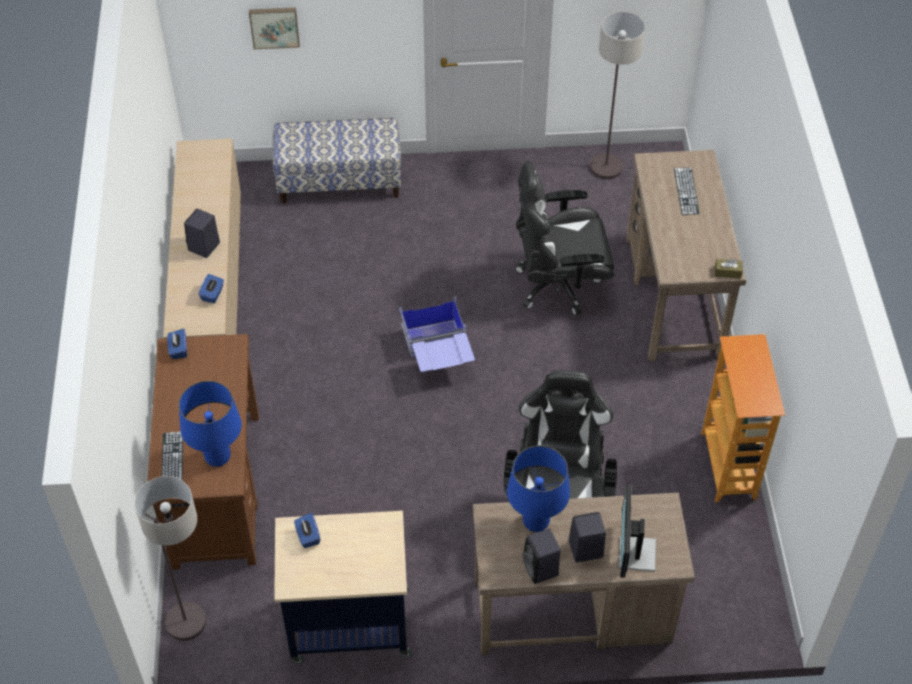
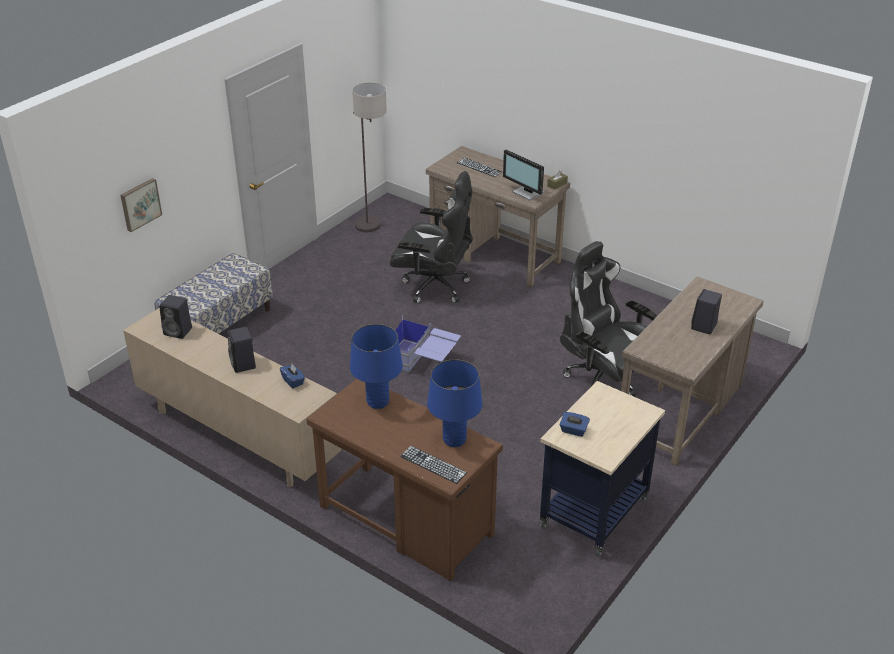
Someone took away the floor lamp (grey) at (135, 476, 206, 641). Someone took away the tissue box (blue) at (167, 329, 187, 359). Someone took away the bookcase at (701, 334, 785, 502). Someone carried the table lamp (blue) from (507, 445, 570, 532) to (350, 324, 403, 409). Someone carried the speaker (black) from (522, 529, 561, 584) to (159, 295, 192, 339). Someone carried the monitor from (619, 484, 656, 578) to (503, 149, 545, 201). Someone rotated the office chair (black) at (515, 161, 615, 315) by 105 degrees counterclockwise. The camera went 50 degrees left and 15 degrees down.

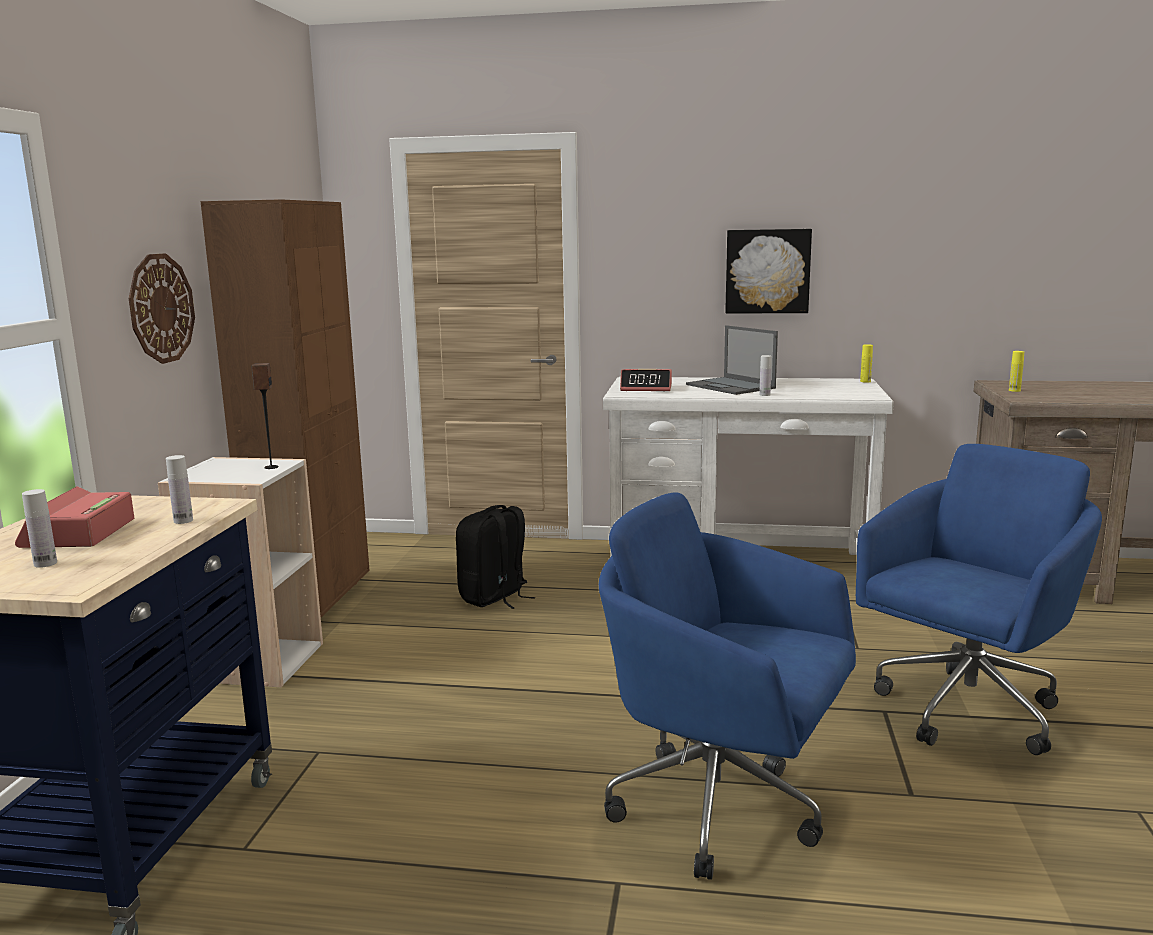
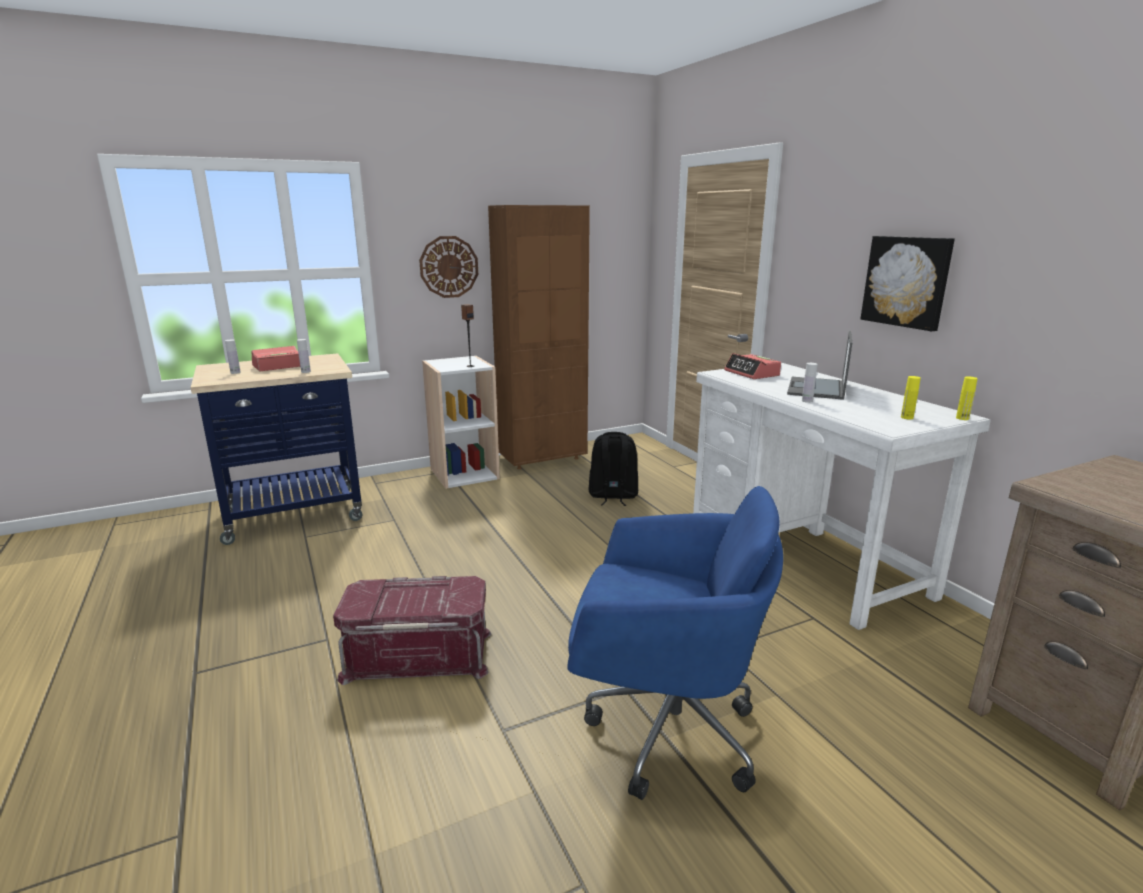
Someone carried the bottle (yellow) from (1009, 351, 1024, 392) to (901, 376, 921, 419). Someone swapped the office chair (blue) at (599, 492, 856, 880) for the storage box (red) at (333, 576, 491, 685). The camera went 55 degrees right and 5 degrees up.

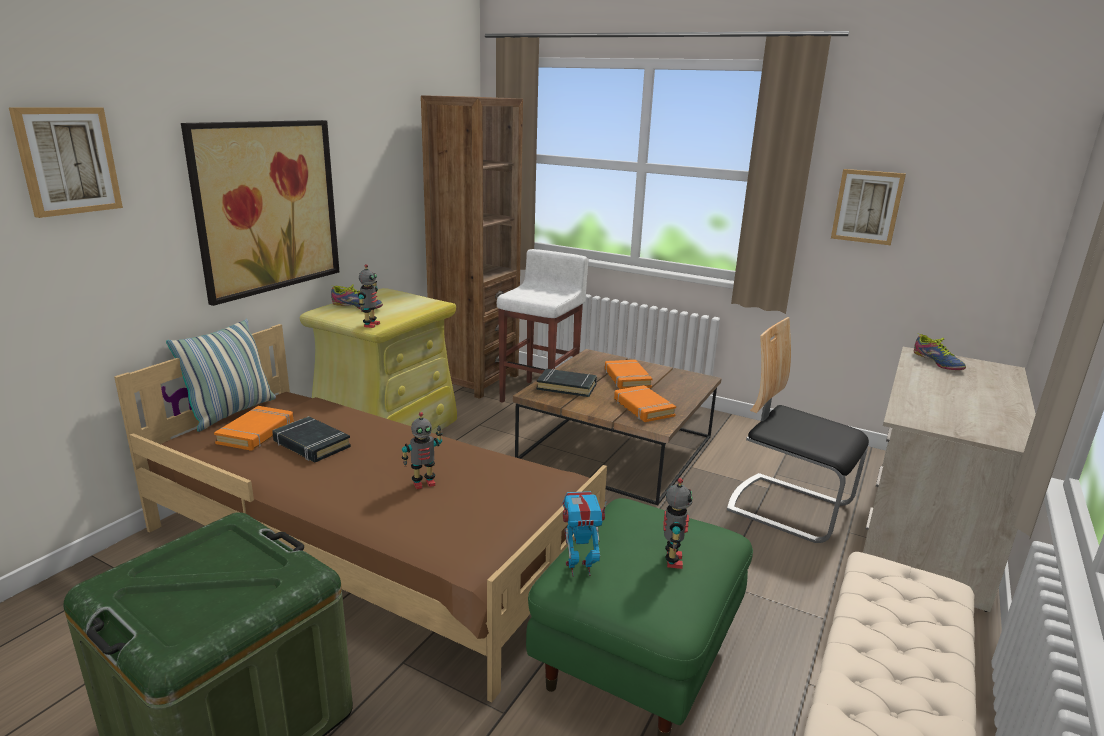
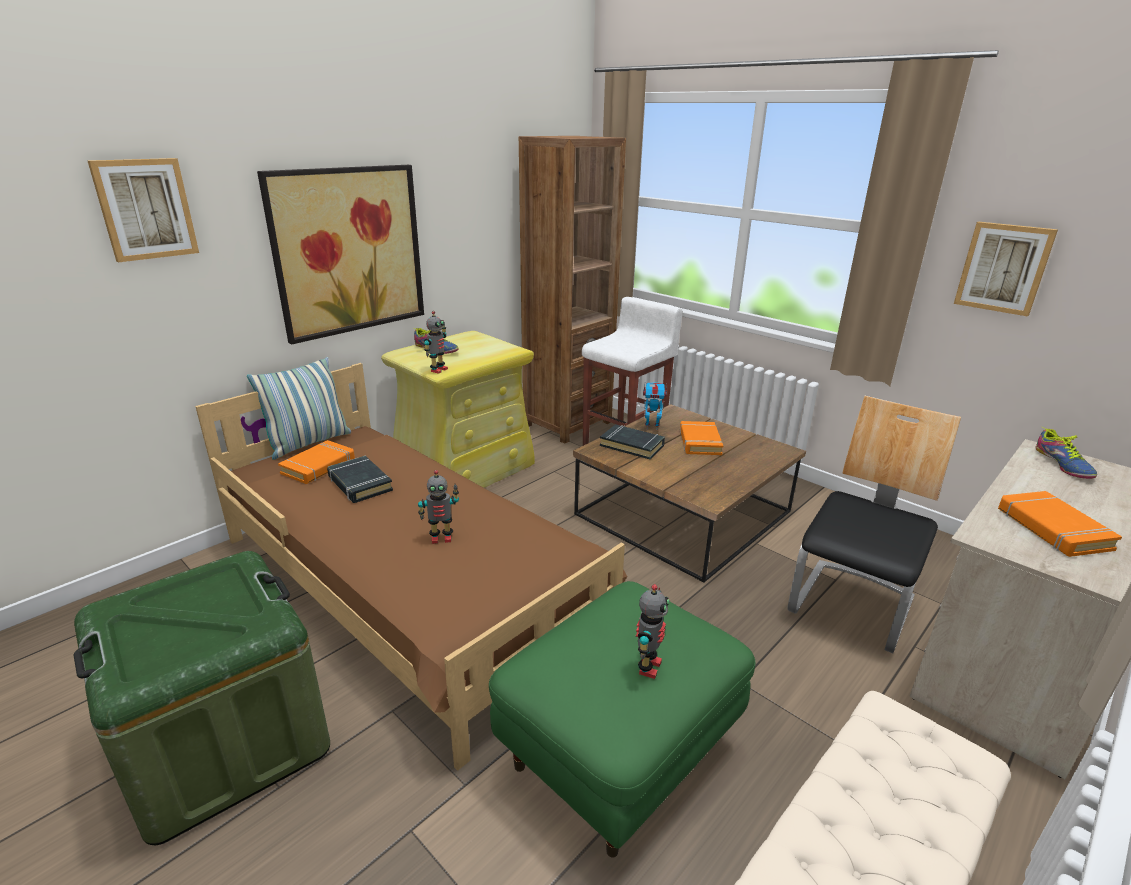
Someone carried the toy robot from (562, 491, 607, 577) to (643, 382, 667, 428). Someone carried the book (orange) from (614, 385, 676, 422) to (998, 491, 1122, 557). Someone rotated the chair at (727, 317, 869, 543) by 75 degrees clockwise. The camera went 15 degrees right and 5 degrees up.

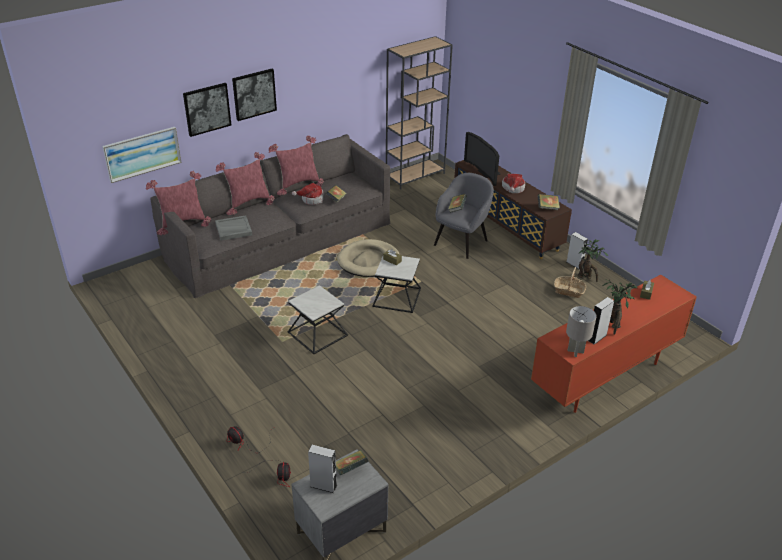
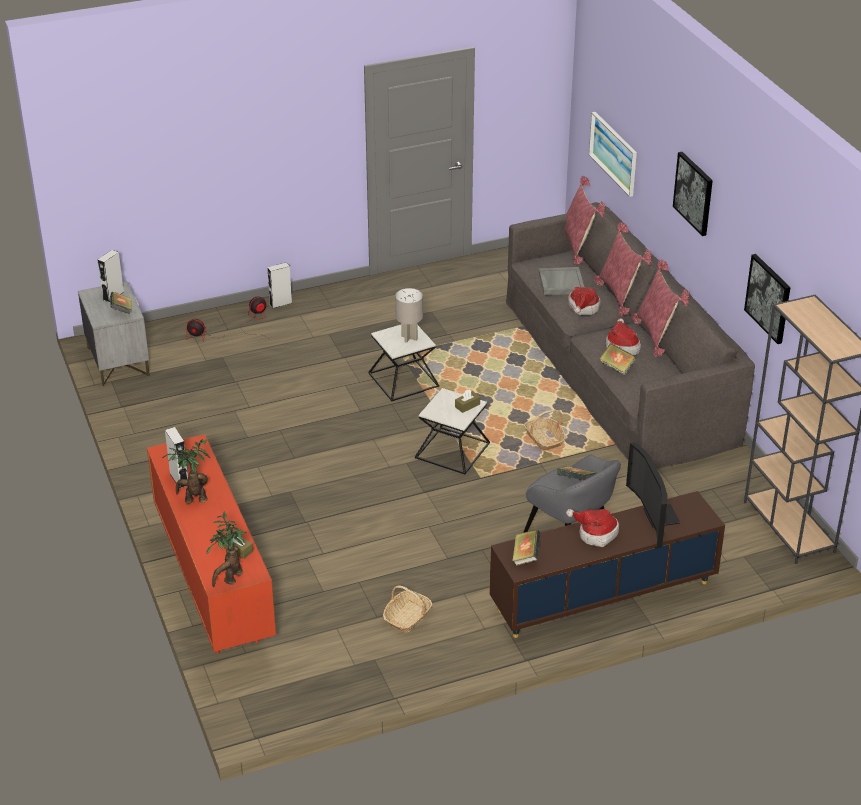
Someone put down the hat at (568, 287, 601, 315). Someone carried the picture from (183, 83, 231, 137) to (744, 254, 791, 344). Someone carried the table lamp (grey) from (566, 306, 597, 357) to (395, 288, 423, 343). Someone carried the speaker (grey) from (567, 232, 588, 269) to (267, 262, 292, 308). Someone carried the potted plant from (578, 239, 608, 282) to (206, 511, 247, 587). Someone swapped the dog bed (beige) at (337, 239, 400, 277) for the basket at (524, 410, 566, 451). Someone rotated the television at (464, 132, 500, 186) by 90 degrees counterclockwise. The camera went 105 degrees right and 0 degrees up.

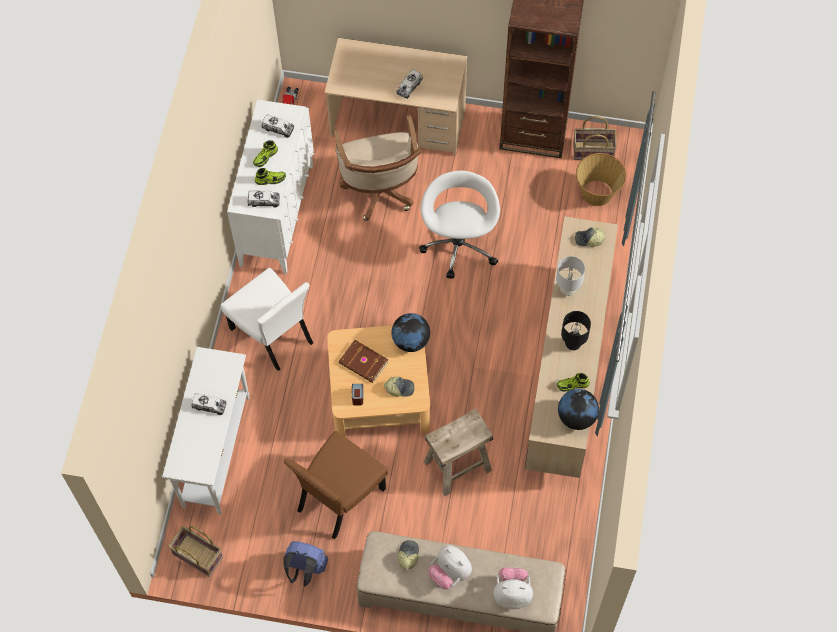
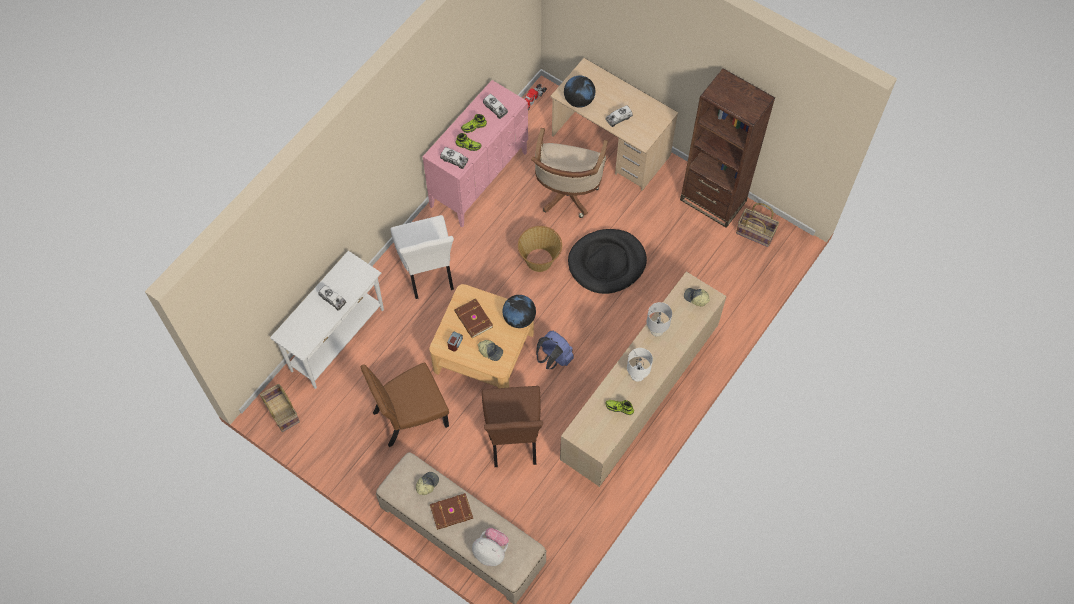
Someone carried the backpack (blue) from (283, 541, 328, 586) to (536, 331, 574, 369). Someone carried the globe from (558, 389, 599, 430) to (564, 75, 595, 108). Someone carried the basket from (576, 153, 626, 206) to (518, 226, 562, 272). Someone swapped the office chair (white) at (419, 171, 500, 279) for the dog bed (black) at (568, 229, 647, 294). Someone swapped the stool (beige) at (424, 408, 493, 496) for the chair (brown) at (482, 386, 543, 467). Someone swapped the plush toy at (429, 545, 472, 589) for the book (brown) at (430, 493, 473, 530). Someone repainted the dresser (white) at (227, 100, 314, 274), which became the dresser (pink) at (423, 80, 528, 228). Someone repainted the table lamp (black) at (561, 311, 591, 350), which became the table lamp (white) at (627, 348, 653, 382). The camera went 25 degrees right and 0 degrees up.

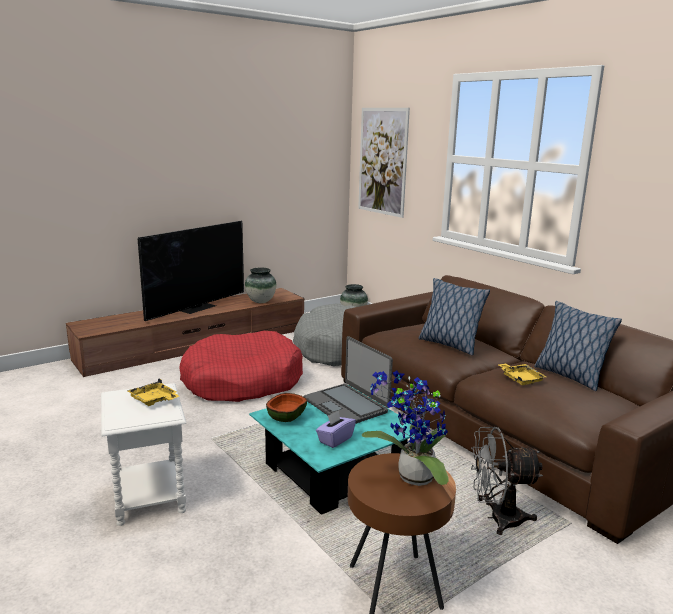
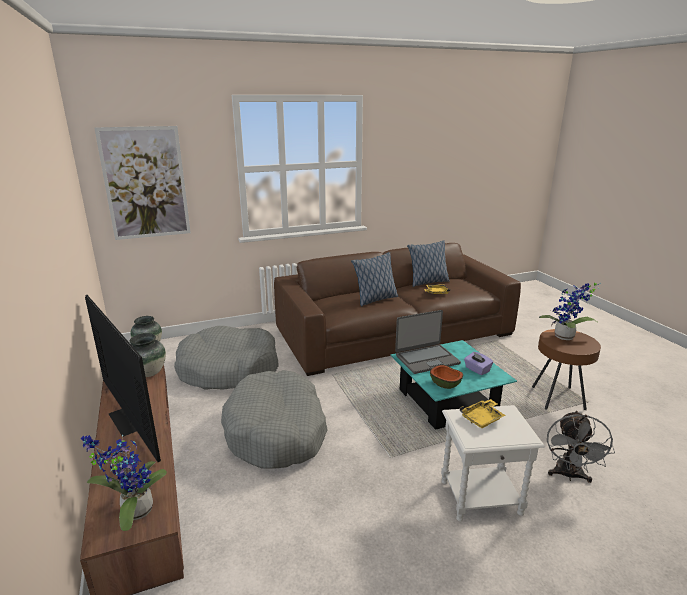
Someone put down the potted plant at (80, 434, 167, 531). Someone carried the fan (grey) from (471, 427, 543, 535) to (547, 410, 615, 483). Someone repainted the dog bed (red) at (180, 331, 303, 402), which became the dog bed (grey) at (221, 370, 328, 469). The camera went 75 degrees left and 5 degrees up.

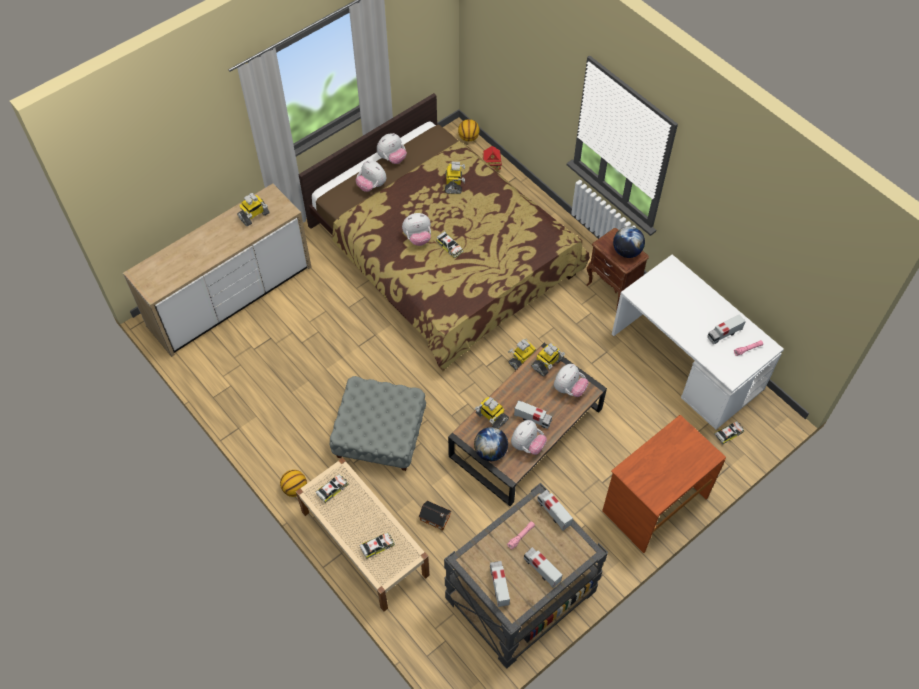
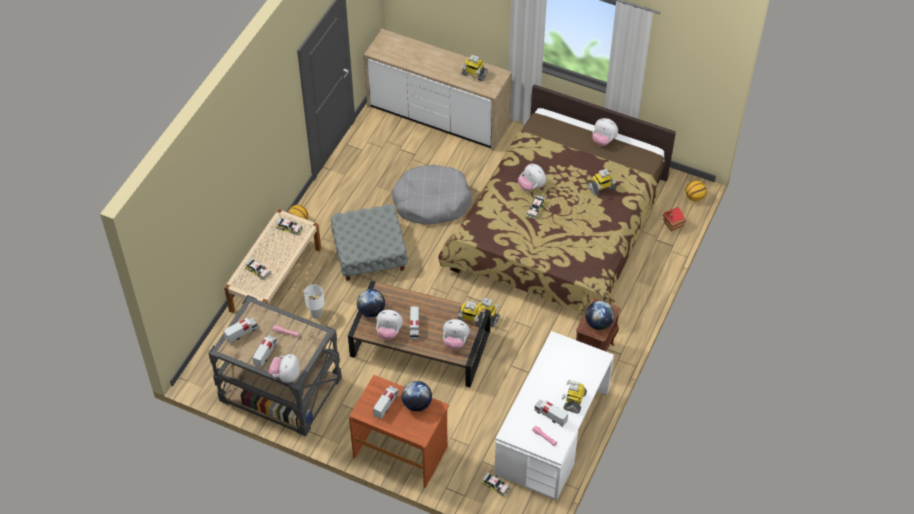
Someone put down the dog bed (grey) at (392, 165, 472, 225). Someone put down the globe at (401, 381, 432, 412). Someone carried the plush toy from (356, 161, 386, 192) to (269, 354, 300, 383). Someone carried the toy robot from (475, 397, 509, 429) to (562, 380, 587, 413). Someone carried the toy truck from (537, 490, 573, 531) to (373, 386, 398, 419). Someone swapped the toy house at (419, 501, 451, 530) for the table lamp (white) at (304, 284, 325, 319). The camera went 65 degrees right and 5 degrees down.

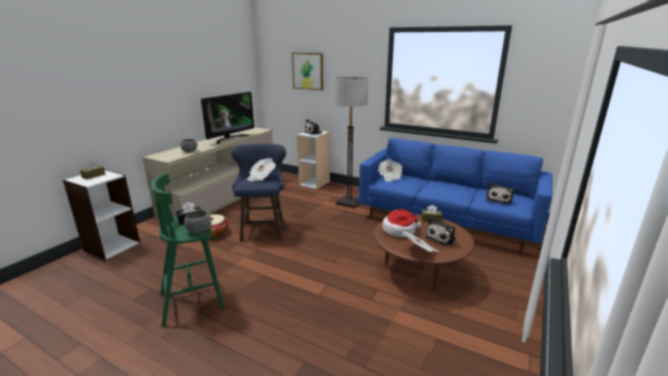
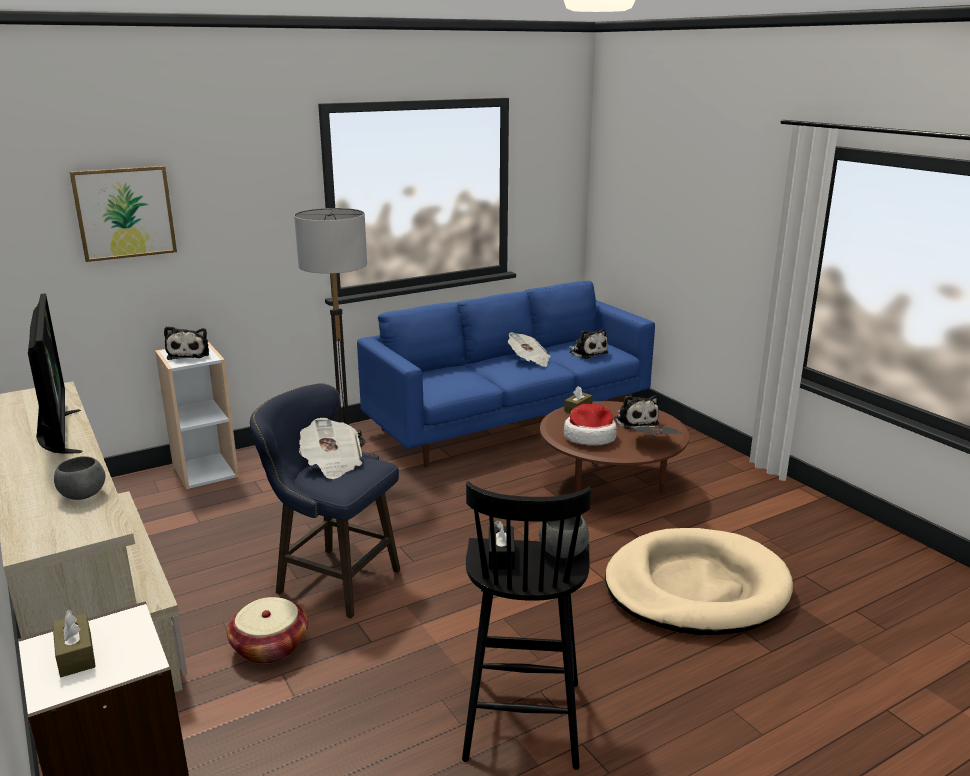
Someone put down the dog bed (beige) at (605, 528, 793, 635). Someone carried the newspaper from (378, 159, 402, 182) to (508, 332, 550, 367). Someone repainted the stool (green) at (151, 173, 225, 327), which became the stool (black) at (462, 481, 591, 770). The camera went 60 degrees left and 0 degrees up.

